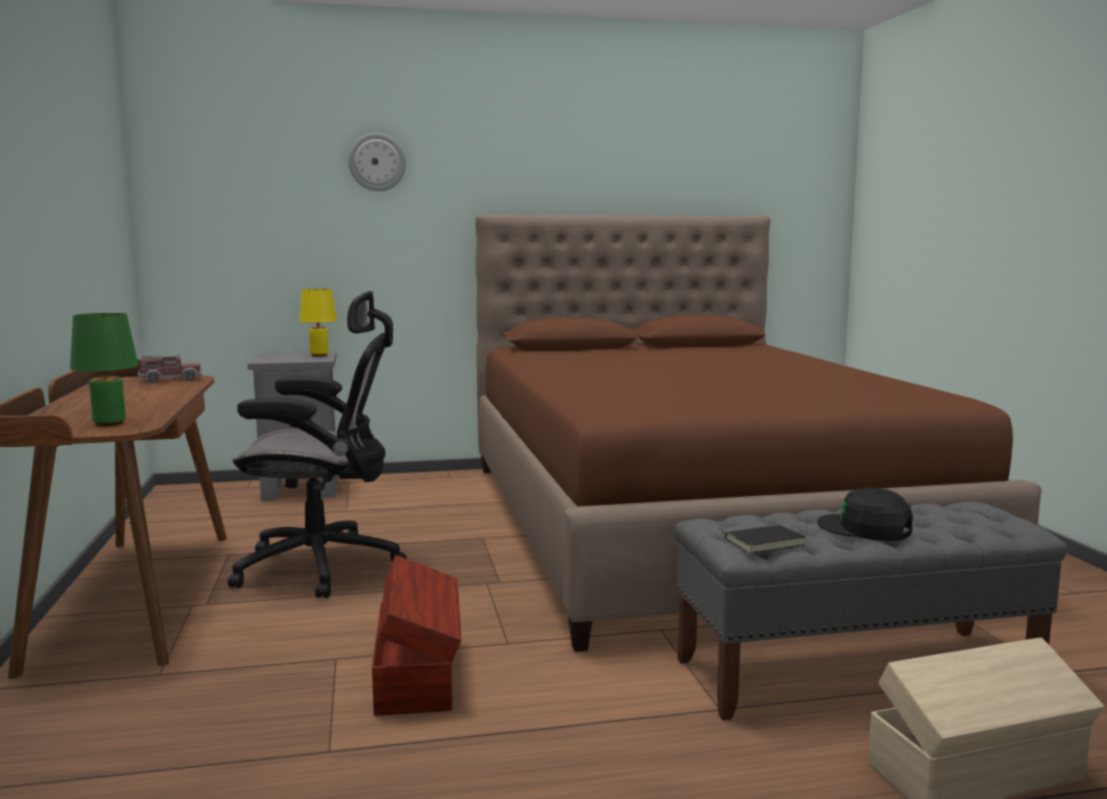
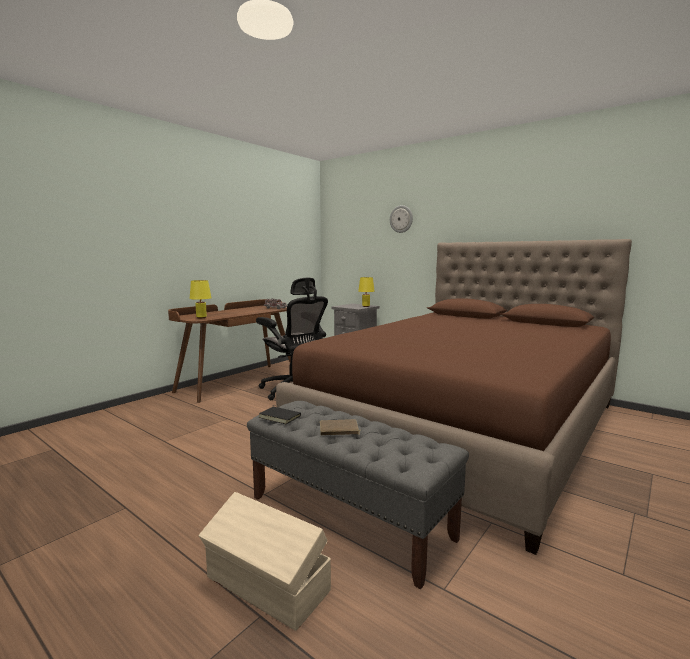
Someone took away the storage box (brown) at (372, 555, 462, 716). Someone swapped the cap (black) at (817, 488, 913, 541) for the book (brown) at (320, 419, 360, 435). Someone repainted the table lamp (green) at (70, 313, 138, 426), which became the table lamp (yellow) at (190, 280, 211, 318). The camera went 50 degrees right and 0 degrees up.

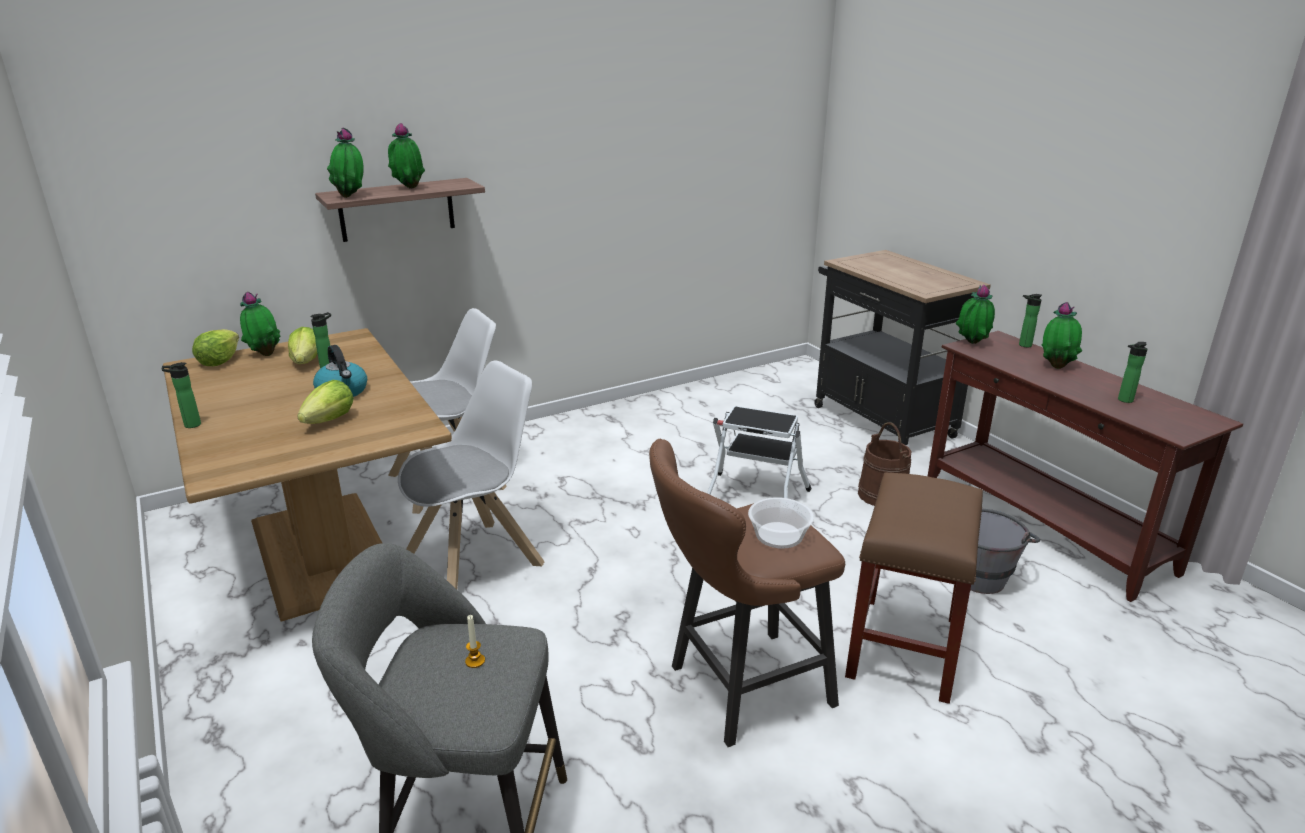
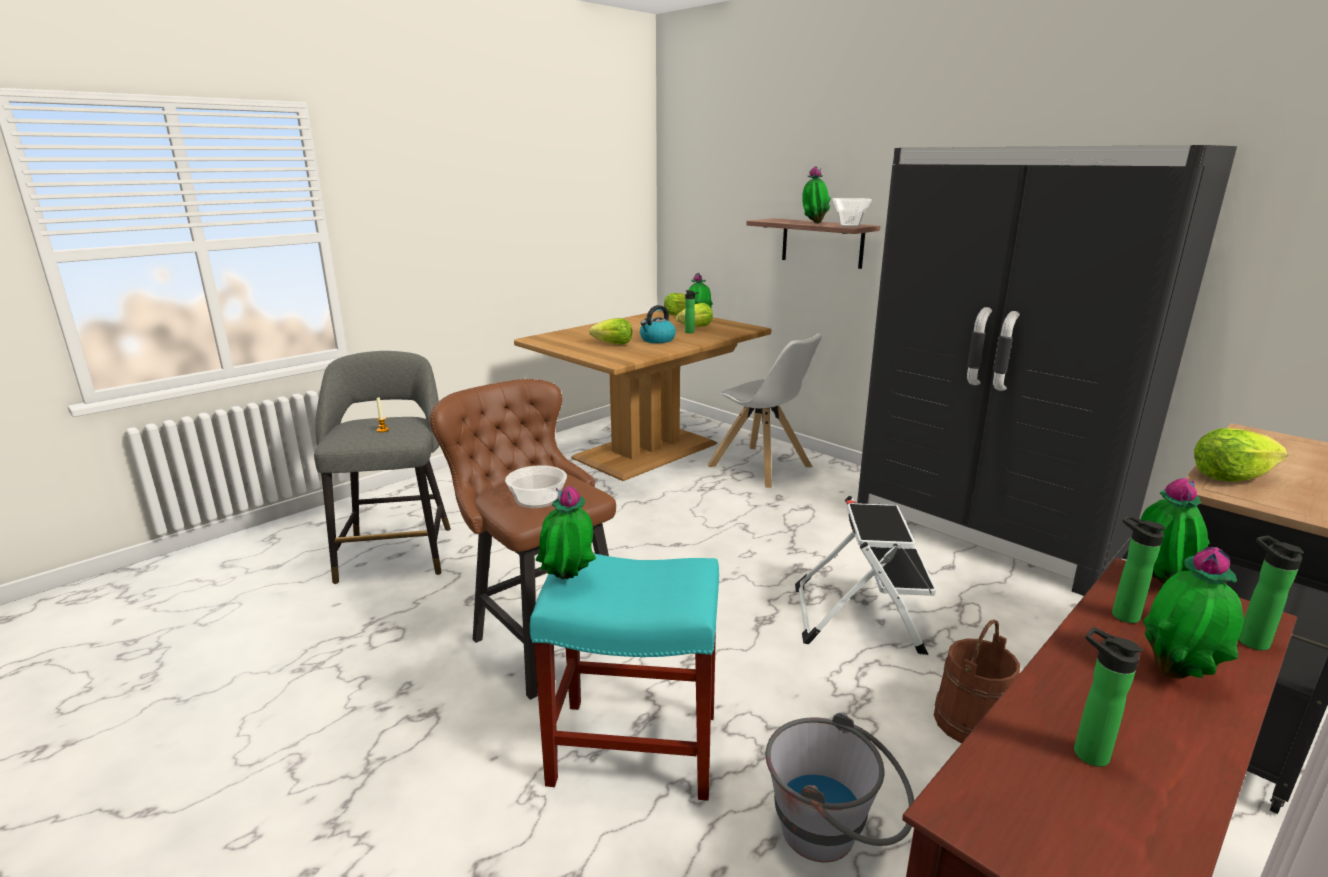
Someone took away the chair at (398, 361, 545, 589). Someone put down the bowl at (832, 198, 872, 227). Someone put down the cabinet (black) at (857, 145, 1237, 596). Someone put down the lettuce at (1194, 428, 1288, 481). Someone carried the bottle from (162, 362, 201, 428) to (1112, 515, 1166, 623). Someone carried the potted plant from (327, 127, 364, 198) to (535, 486, 596, 579). Someone repainted the stool (brown) at (845, 472, 983, 704), which became the stool (turquoise) at (530, 554, 719, 801). The camera went 75 degrees right and 5 degrees down.

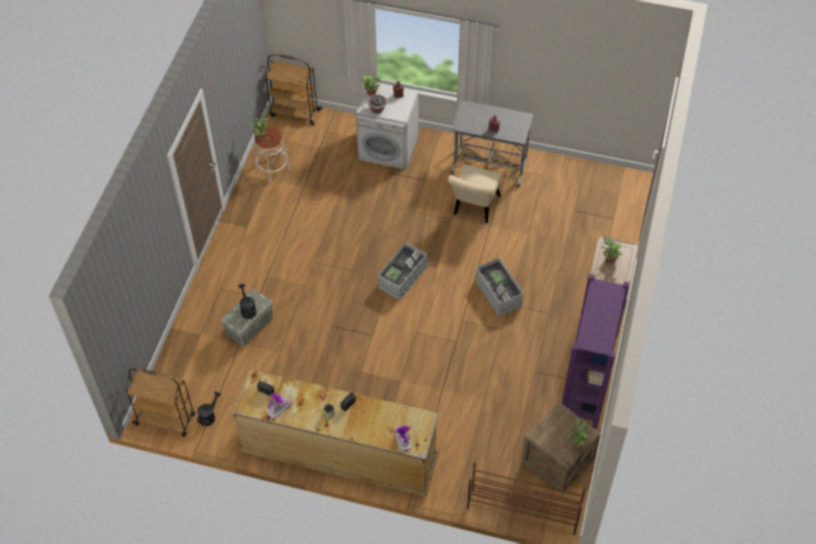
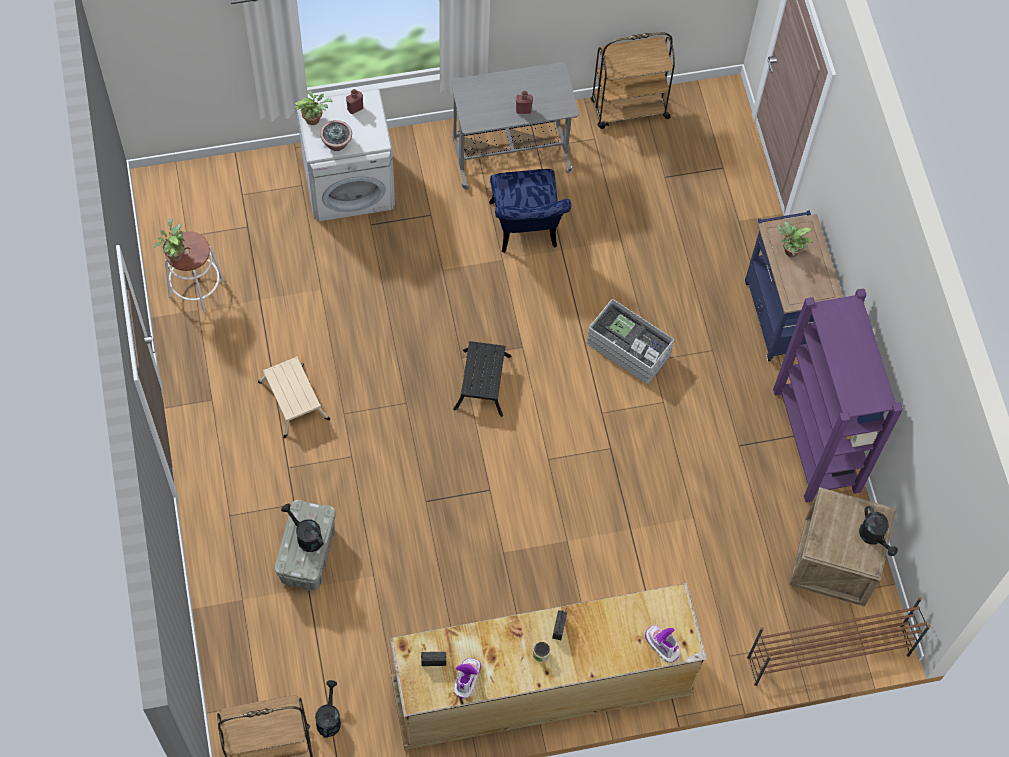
Someone put down the step ladder (beige) at (258, 357, 330, 439). Someone carried the cart (brown) from (265, 54, 323, 125) to (590, 32, 675, 129). Someone swapped the storage box (grey) at (378, 242, 427, 300) for the step ladder (black) at (454, 341, 512, 417). Someone swapped the potted plant at (567, 418, 588, 449) for the watering can (black) at (859, 506, 898, 556). Someone repainted the chair (beige) at (448, 165, 502, 223), which became the chair (blue) at (489, 169, 571, 253). The camera went 30 degrees left and 10 degrees up.

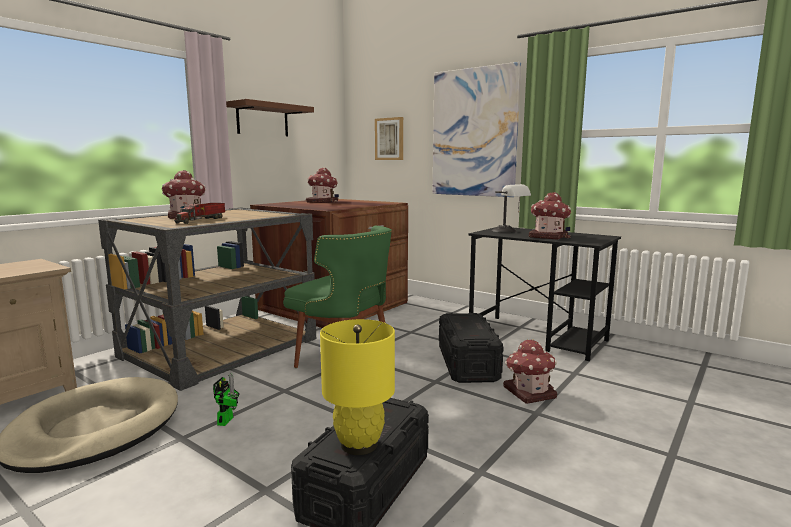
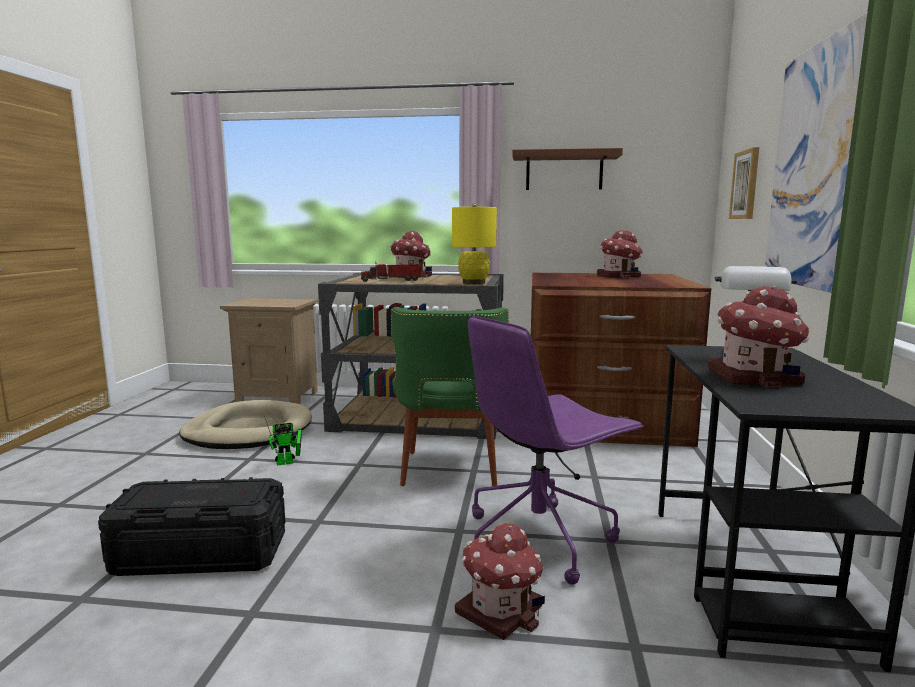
Someone carried the table lamp (yellow) from (320, 319, 395, 455) to (452, 203, 497, 284). Someone swapped the storage box (black) at (439, 312, 504, 383) for the office chair (purple) at (468, 315, 644, 585). The camera went 60 degrees right and 0 degrees up.

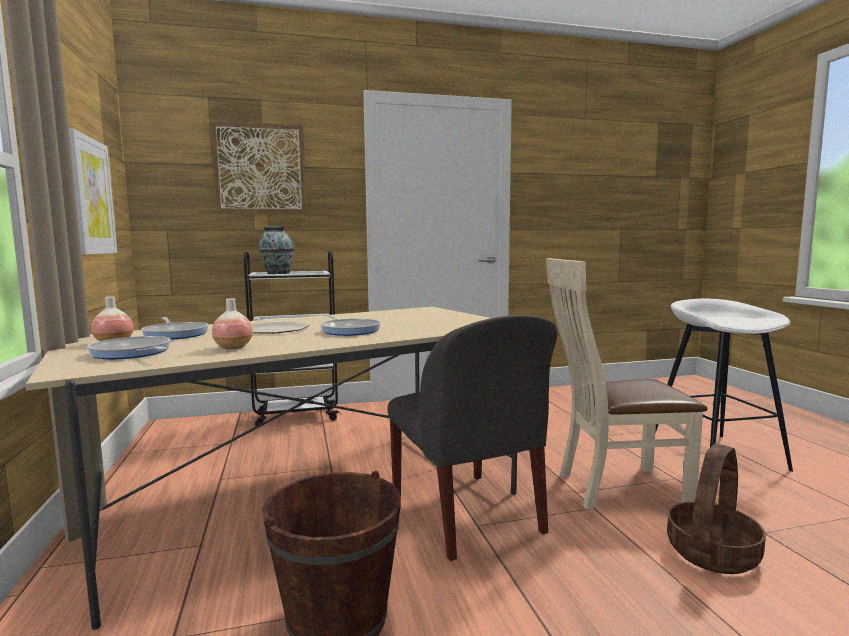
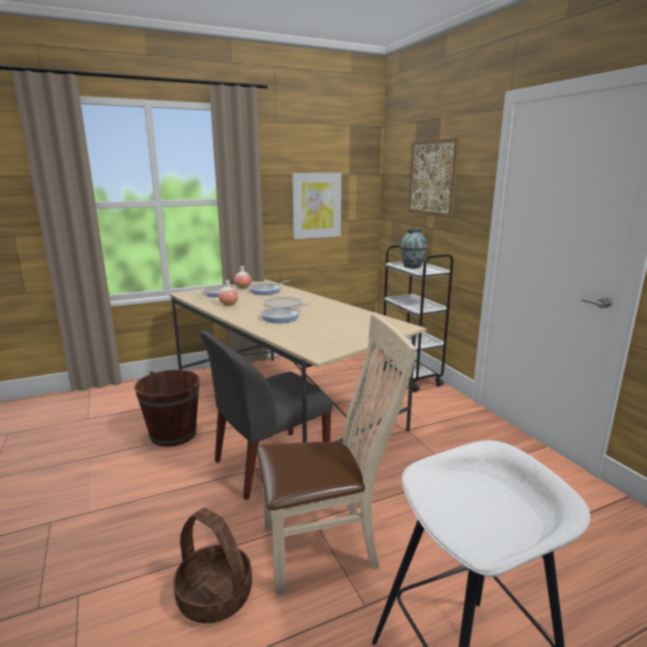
Someone rotated the chair (beige) at (546, 258, 708, 510) by 90 degrees clockwise. The camera went 80 degrees right and 10 degrees up.

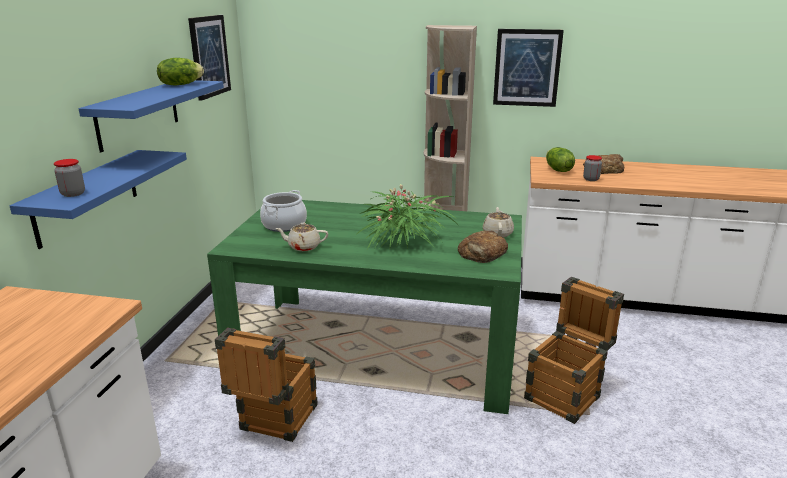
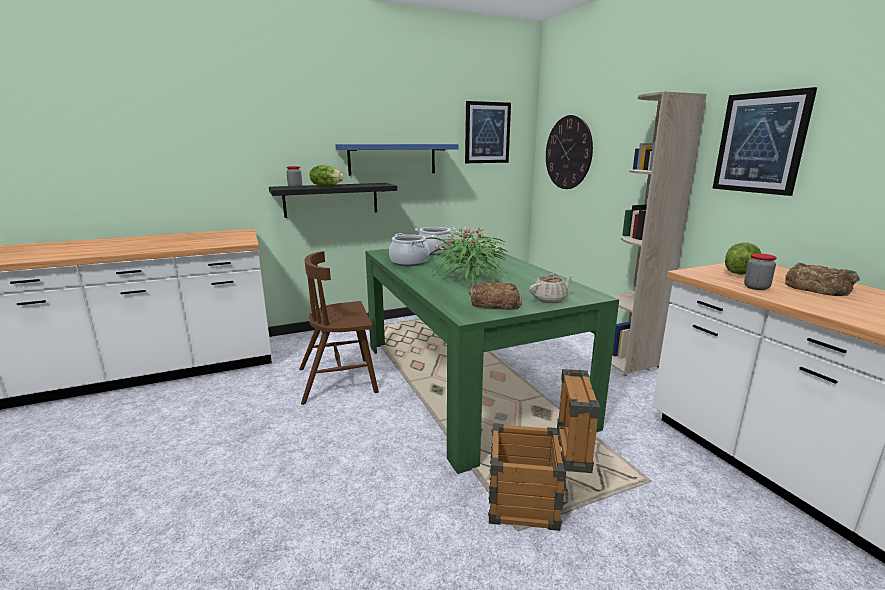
Someone put up the wall clock at (546, 115, 593, 189). Someone carried the lettuce from (157, 58, 204, 86) to (310, 165, 344, 186). Someone swapped the crate at (215, 328, 318, 442) for the chair (brown) at (299, 251, 379, 405). Someone swapped the teapot (beige) at (275, 223, 328, 251) for the cooking pot at (389, 233, 429, 266). Someone repainted the shelf (blue) at (10, 150, 187, 249), which became the shelf (black) at (269, 183, 397, 218). The camera went 55 degrees right and 5 degrees down.

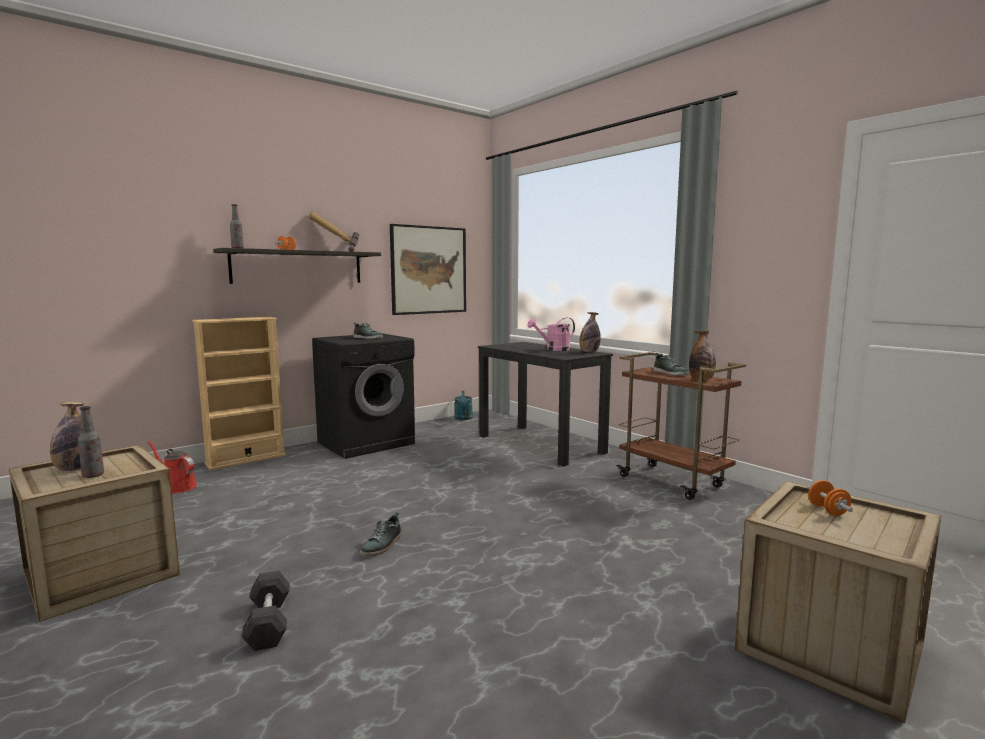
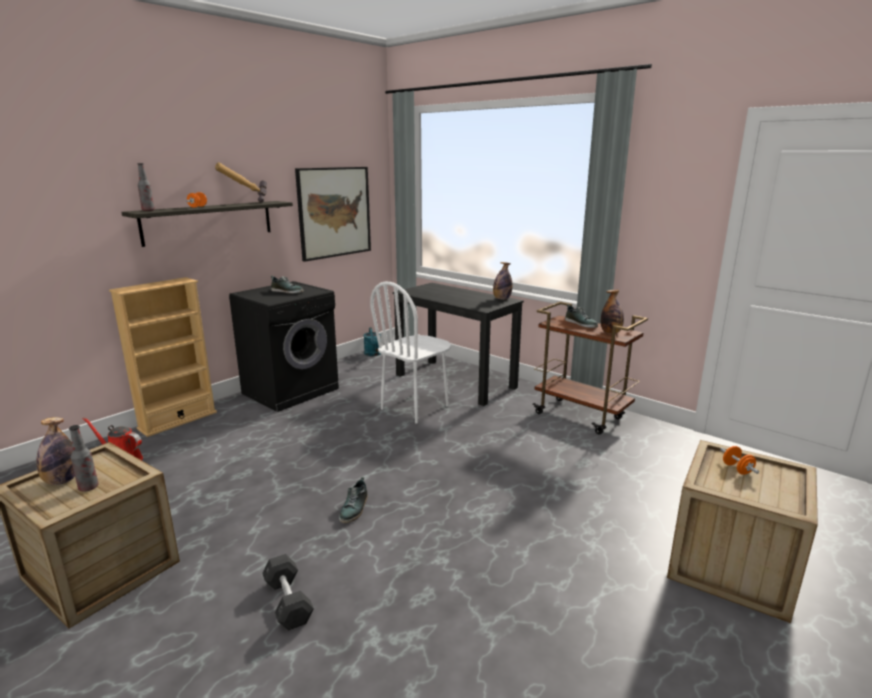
Someone took away the watering can (pink) at (527, 318, 575, 351). Someone put down the chair (white) at (370, 282, 451, 424). The camera went 10 degrees left and 10 degrees up.

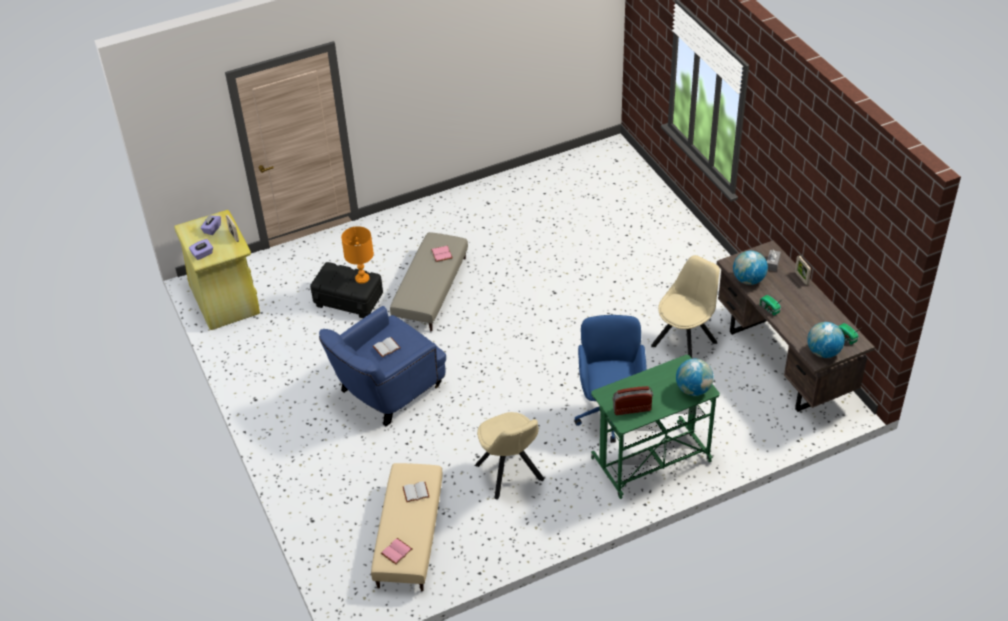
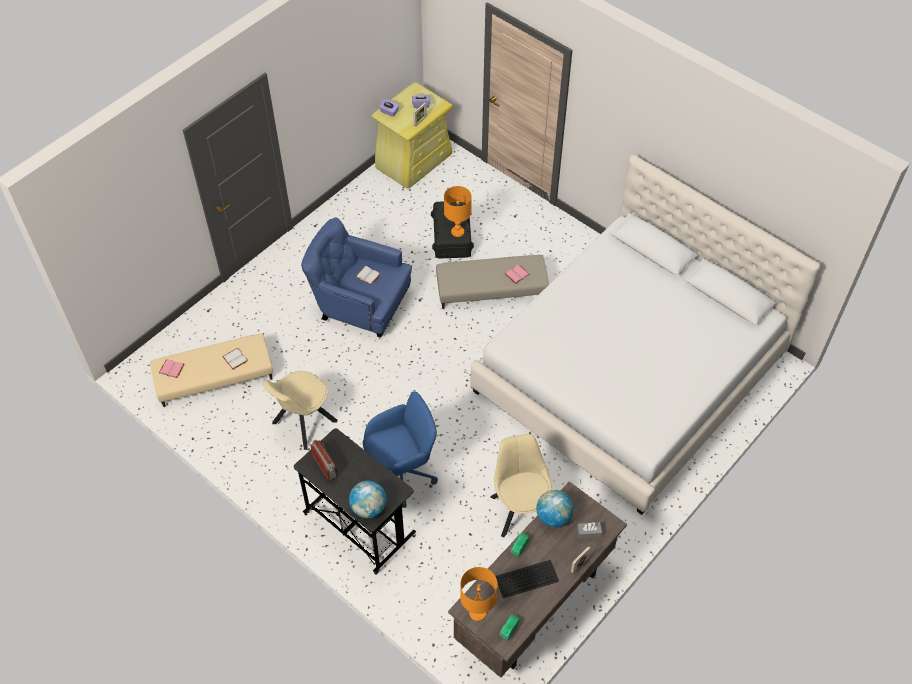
Someone put down the bed (white) at (470, 155, 820, 515). Someone put down the keyboard at (496, 560, 559, 598). Someone swapped the globe at (807, 322, 845, 358) for the table lamp (orange) at (460, 567, 498, 621). Someone repainted the desk (green) at (591, 355, 720, 499), which became the desk (black) at (294, 428, 416, 575). Someone rotated the chair (beige) at (651, 255, 720, 358) by 120 degrees counterclockwise. The camera went 65 degrees right and 10 degrees up.

